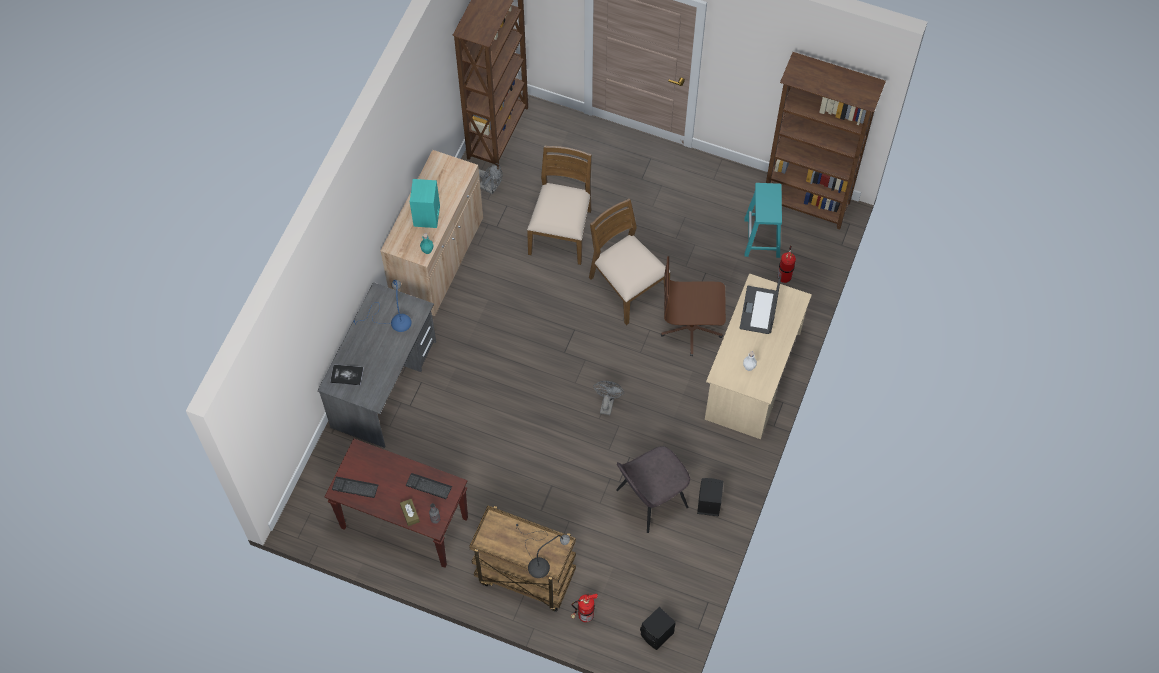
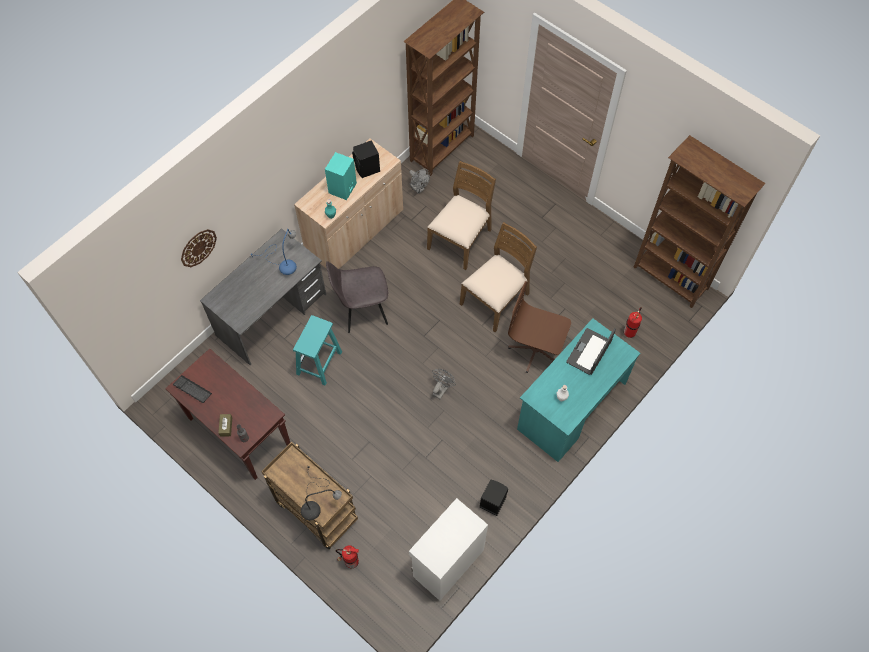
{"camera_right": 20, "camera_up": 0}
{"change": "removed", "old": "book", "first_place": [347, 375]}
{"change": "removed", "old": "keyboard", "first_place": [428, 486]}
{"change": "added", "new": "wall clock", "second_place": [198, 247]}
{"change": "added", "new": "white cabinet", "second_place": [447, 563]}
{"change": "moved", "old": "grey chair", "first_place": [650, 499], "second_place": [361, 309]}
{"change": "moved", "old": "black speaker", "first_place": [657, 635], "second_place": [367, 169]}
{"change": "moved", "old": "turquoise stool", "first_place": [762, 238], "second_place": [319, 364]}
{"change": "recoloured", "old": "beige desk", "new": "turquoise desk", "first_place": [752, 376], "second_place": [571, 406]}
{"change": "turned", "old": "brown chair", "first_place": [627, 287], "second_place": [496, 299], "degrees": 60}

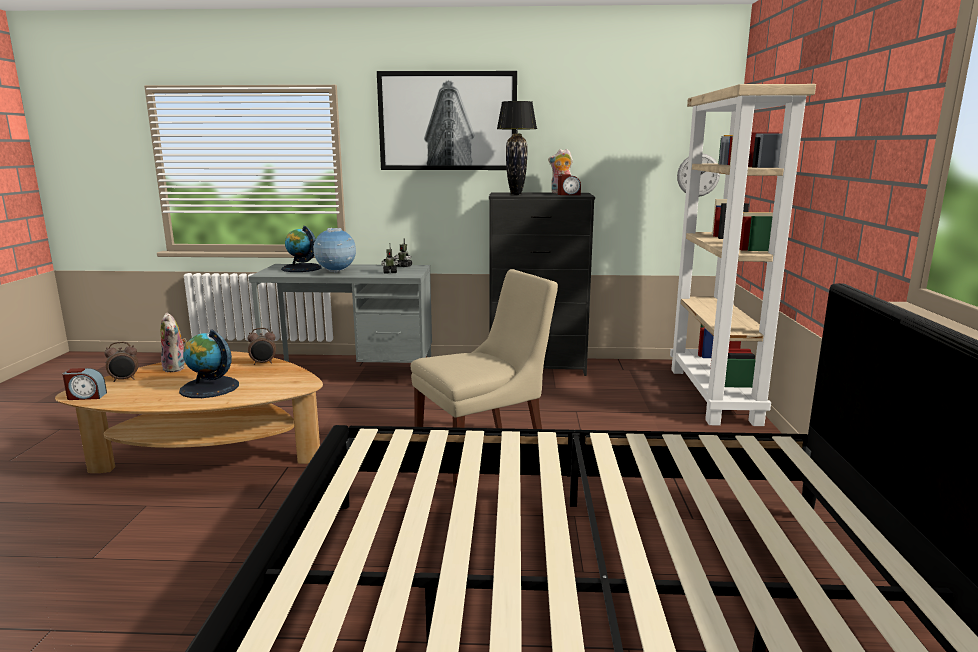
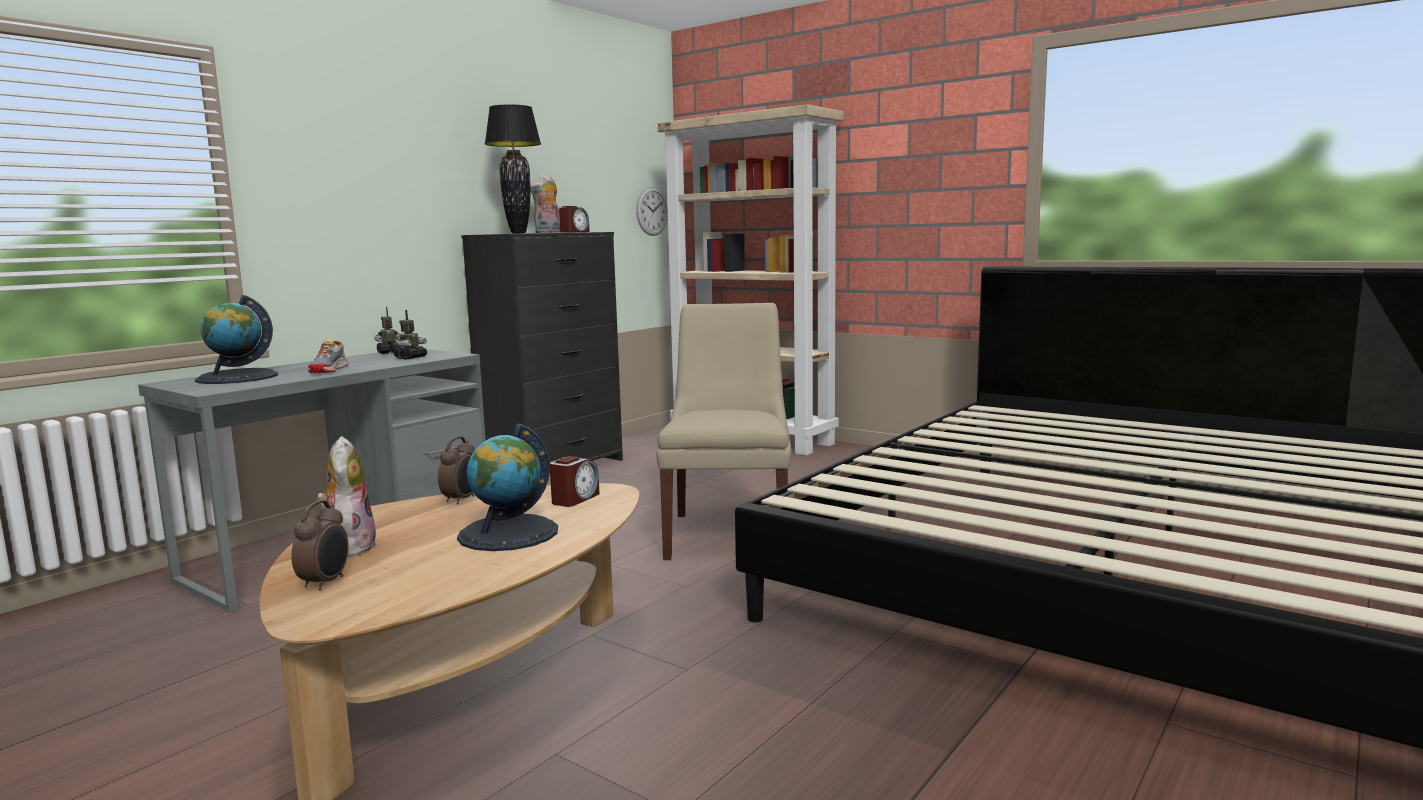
{"camera_right": -55, "camera_up": -5}
{"change": "removed", "old": "picture", "first_place": [448, 121]}
{"change": "moved", "old": "alarm clock", "first_place": [86, 396], "second_place": [575, 499]}
{"change": "replaced", "old": "globe", "new": "shoe", "first_place": [336, 272], "second_place": [329, 370]}
{"change": "turned", "old": "plush toy", "first_place": [176, 368], "second_place": [350, 546], "degrees": -105}

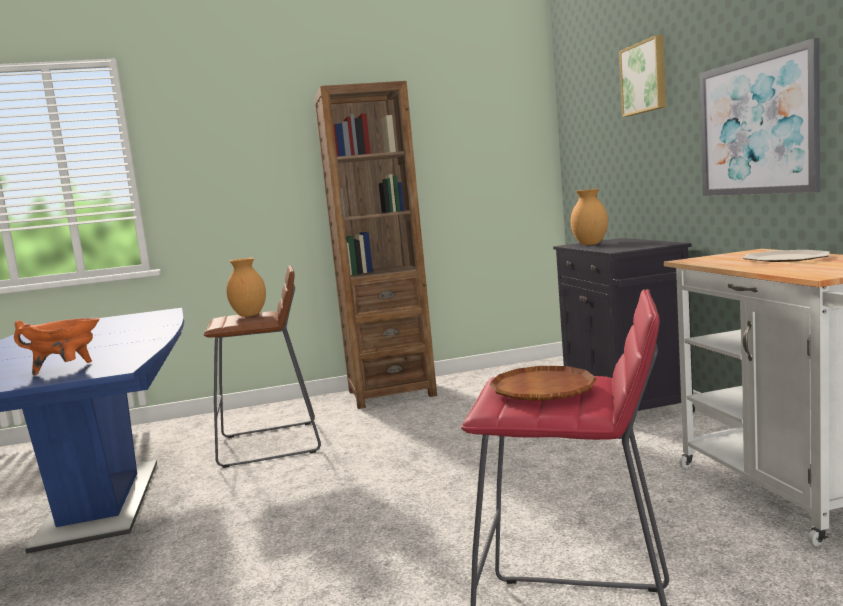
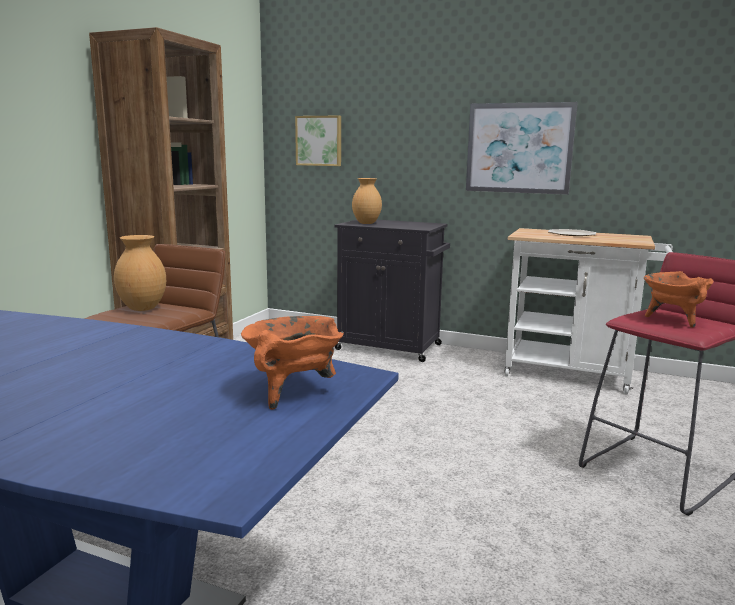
{"camera_right": -55, "camera_up": 5}
{"change": "moved", "old": "picture", "first_place": [645, 77], "second_place": [319, 141]}
{"change": "replaced", "old": "brown plate", "new": "orange cooking pot", "first_place": [543, 391], "second_place": [673, 320]}

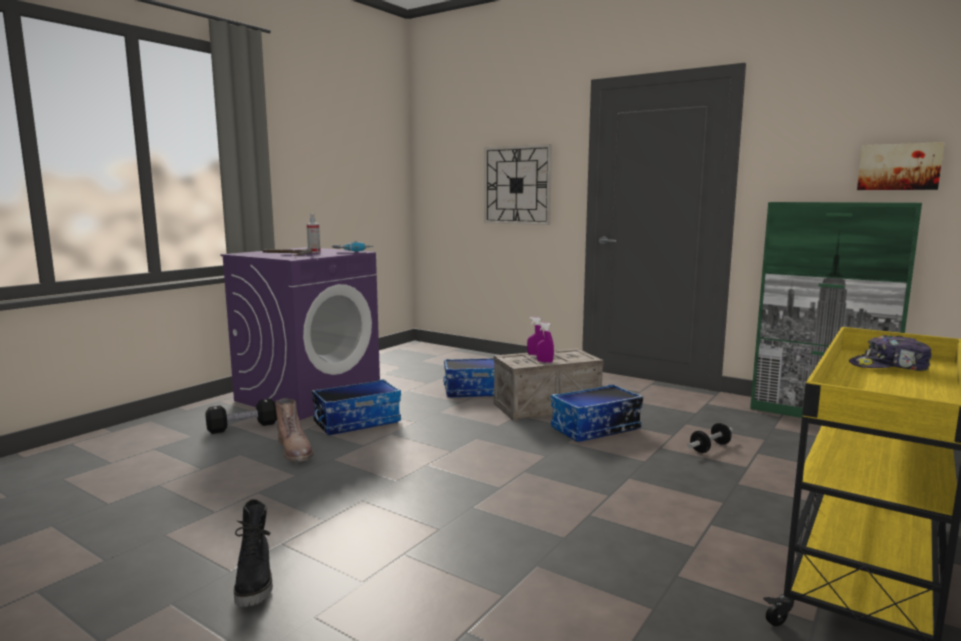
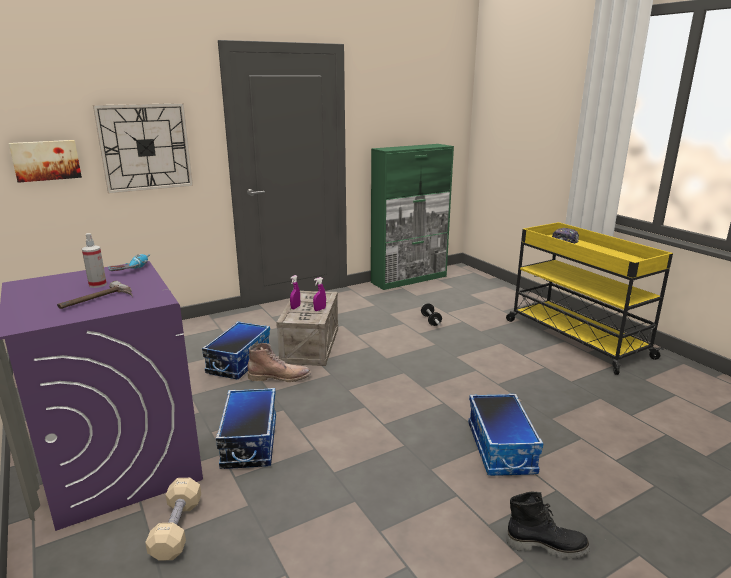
{"camera_right": -65, "camera_up": 10}
{"change": "moved", "old": "brown boot", "first_place": [296, 451], "second_place": [280, 377]}
{"change": "moved", "old": "storage box", "first_place": [595, 429], "second_place": [502, 448]}
{"change": "moved", "old": "picture", "first_place": [899, 167], "second_place": [46, 160]}
{"change": "recoloured", "old": "black dumbbell", "new": "beige dumbbell", "first_place": [242, 427], "second_place": [177, 529]}

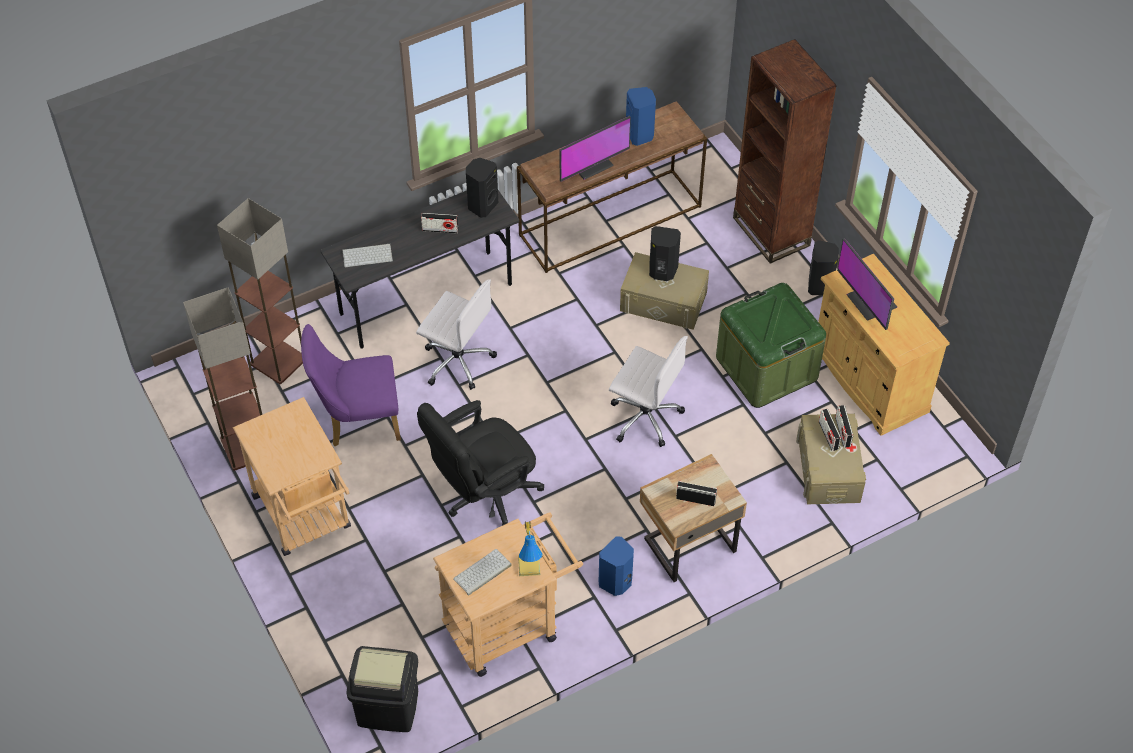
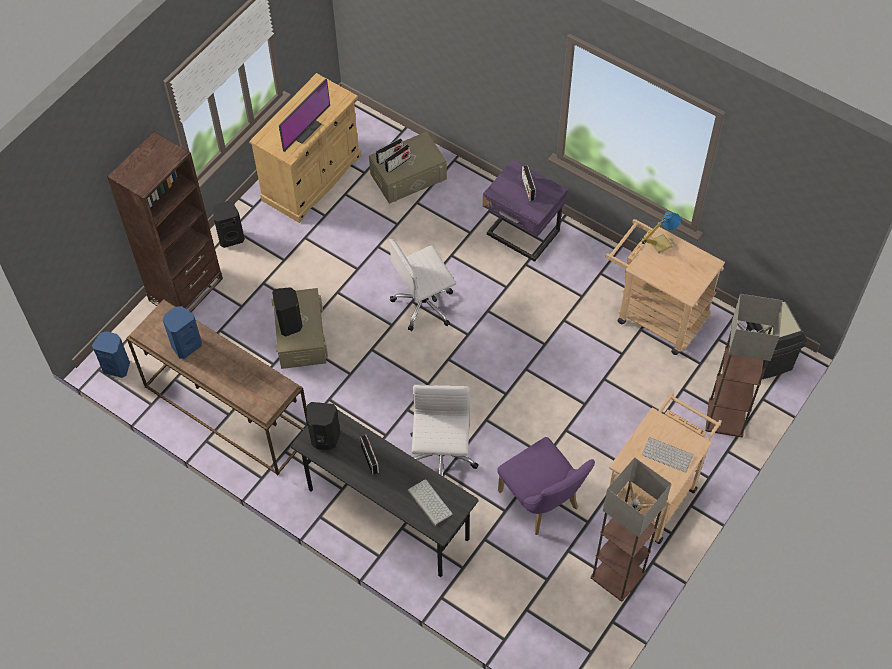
{"camera_right": -115, "camera_up": 5}
{"change": "removed", "old": "black office chair", "first_place": [483, 495]}
{"change": "removed", "old": "monitor", "first_place": [590, 163]}
{"change": "removed", "old": "green storage box", "first_place": [766, 368]}
{"change": "moved", "old": "floor lamp", "first_place": [277, 361], "second_place": [726, 418]}
{"change": "moved", "old": "keyboard", "first_place": [482, 573], "second_place": [668, 454]}
{"change": "moved", "old": "blue speaker", "first_place": [616, 582], "second_place": [117, 366]}
{"change": "recoloured", "old": "beige nightstand", "new": "purple nightstand", "first_place": [688, 544], "second_place": [522, 235]}
{"change": "turned", "old": "white office chair", "first_place": [644, 416], "second_place": [424, 304], "degrees": -120}

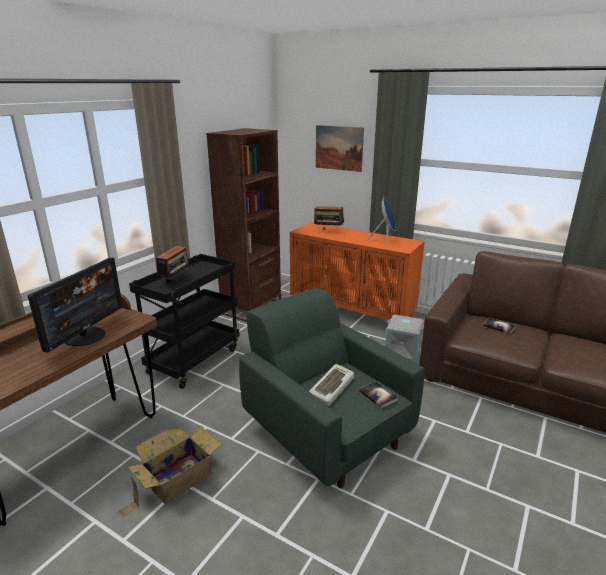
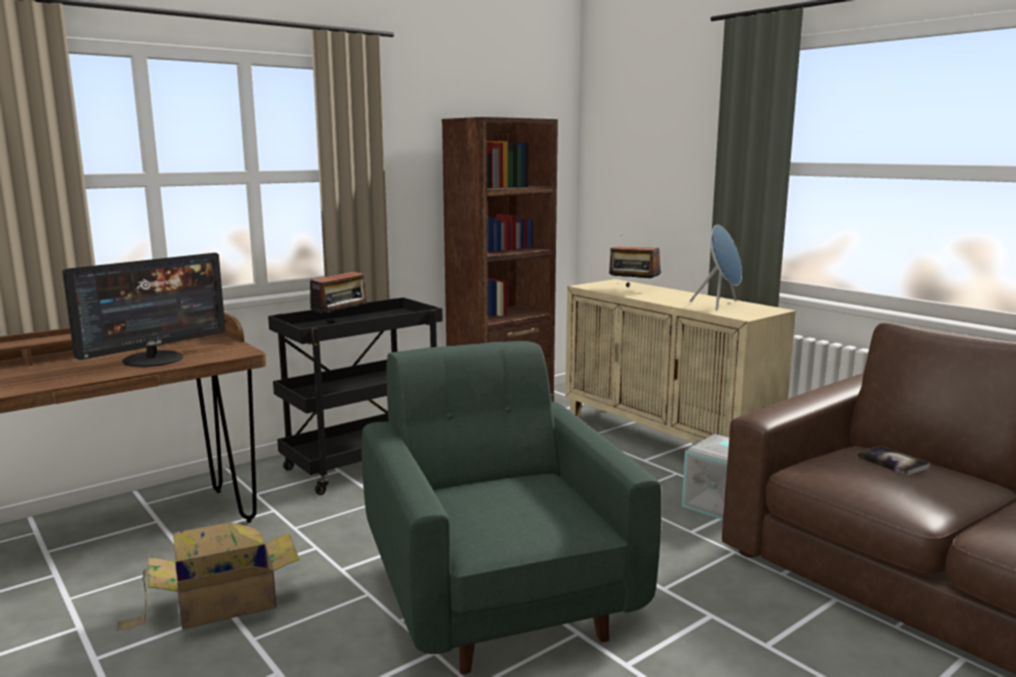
{"camera_right": 20, "camera_up": -10}
{"change": "removed", "old": "keyboard", "first_place": [331, 388]}
{"change": "removed", "old": "picture", "first_place": [339, 148]}
{"change": "removed", "old": "book", "first_place": [378, 395]}
{"change": "recoloured", "old": "orange cabinet", "new": "beige cabinet", "first_place": [352, 313], "second_place": [667, 440]}

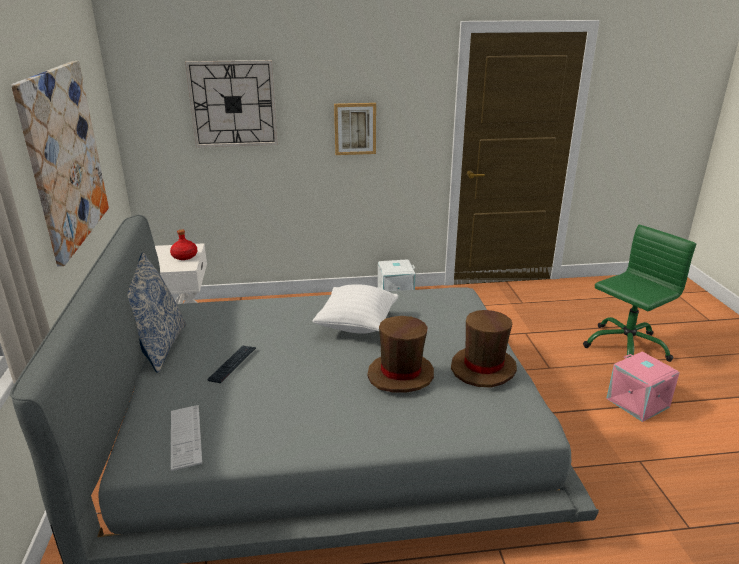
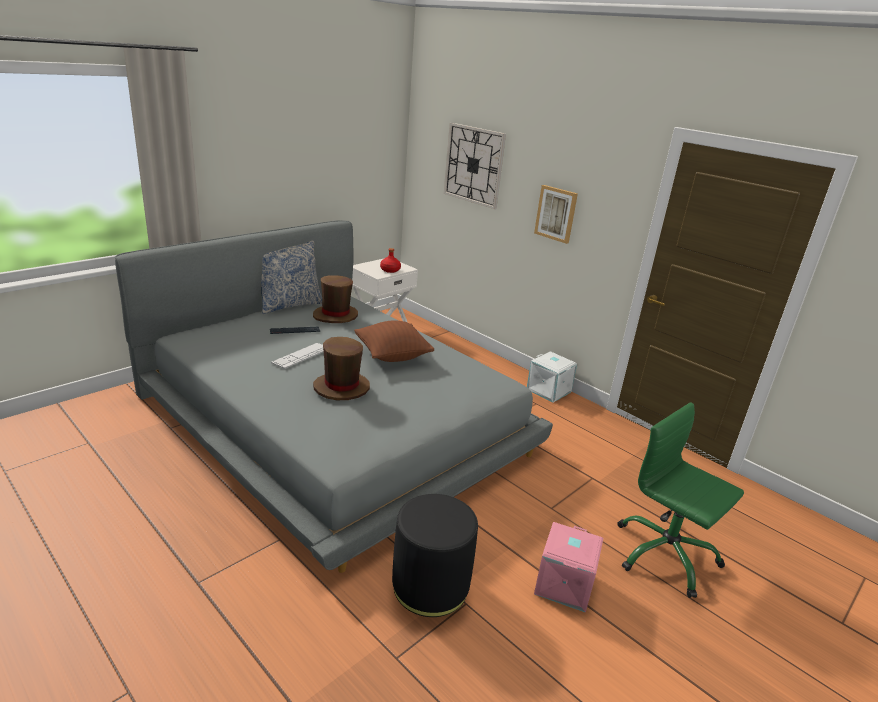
{"camera_right": 50, "camera_up": 0}
{"change": "removed", "old": "picture", "first_place": [64, 157]}
{"change": "added", "new": "black ottoman", "second_place": [430, 586]}
{"change": "moved", "old": "keyboard", "first_place": [185, 437], "second_place": [301, 356]}
{"change": "moved", "old": "brown hat", "first_place": [483, 368], "second_place": [335, 315]}
{"change": "recoloured", "old": "white pillow", "new": "brown pillow", "first_place": [357, 325], "second_place": [392, 356]}
{"change": "turned", "old": "green office chair", "first_place": [625, 346], "second_place": [665, 555], "degrees": -150}

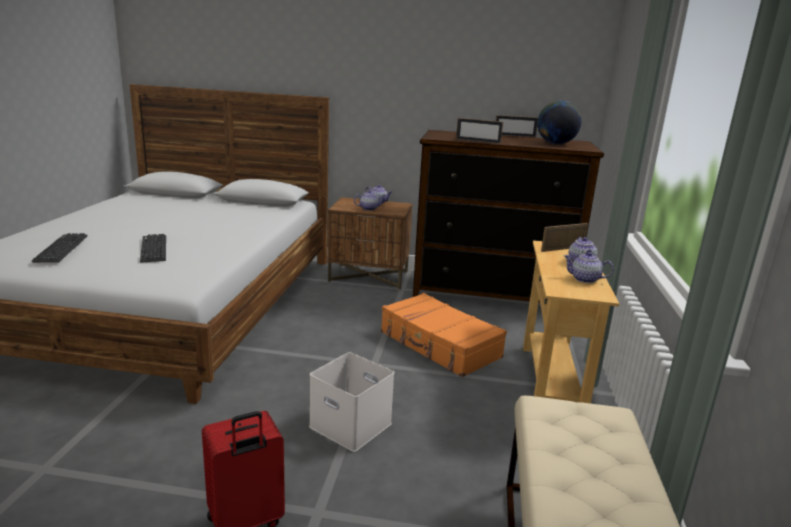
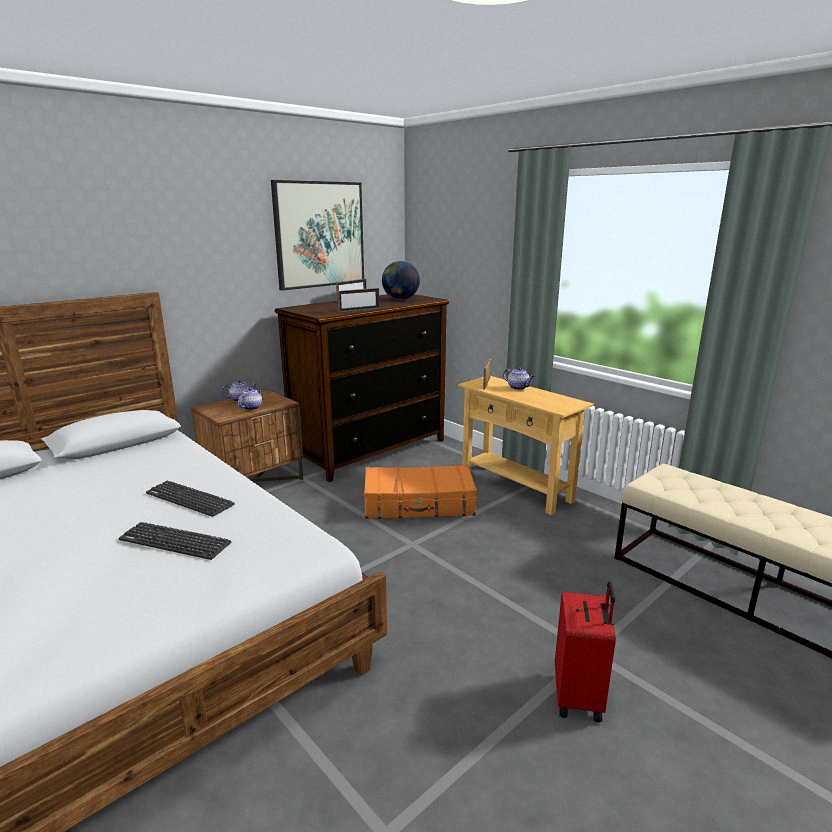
{"camera_right": -50, "camera_up": 0}
{"change": "removed", "old": "white storage box", "first_place": [352, 425]}
{"change": "removed", "old": "teapot", "first_place": [585, 279]}
{"change": "added", "new": "picture", "second_place": [319, 234]}
{"change": "moved", "old": "keyboard", "first_place": [61, 248], "second_place": [189, 499]}

